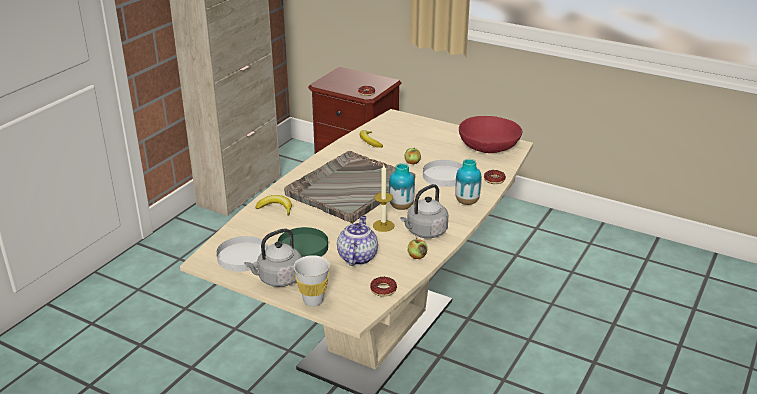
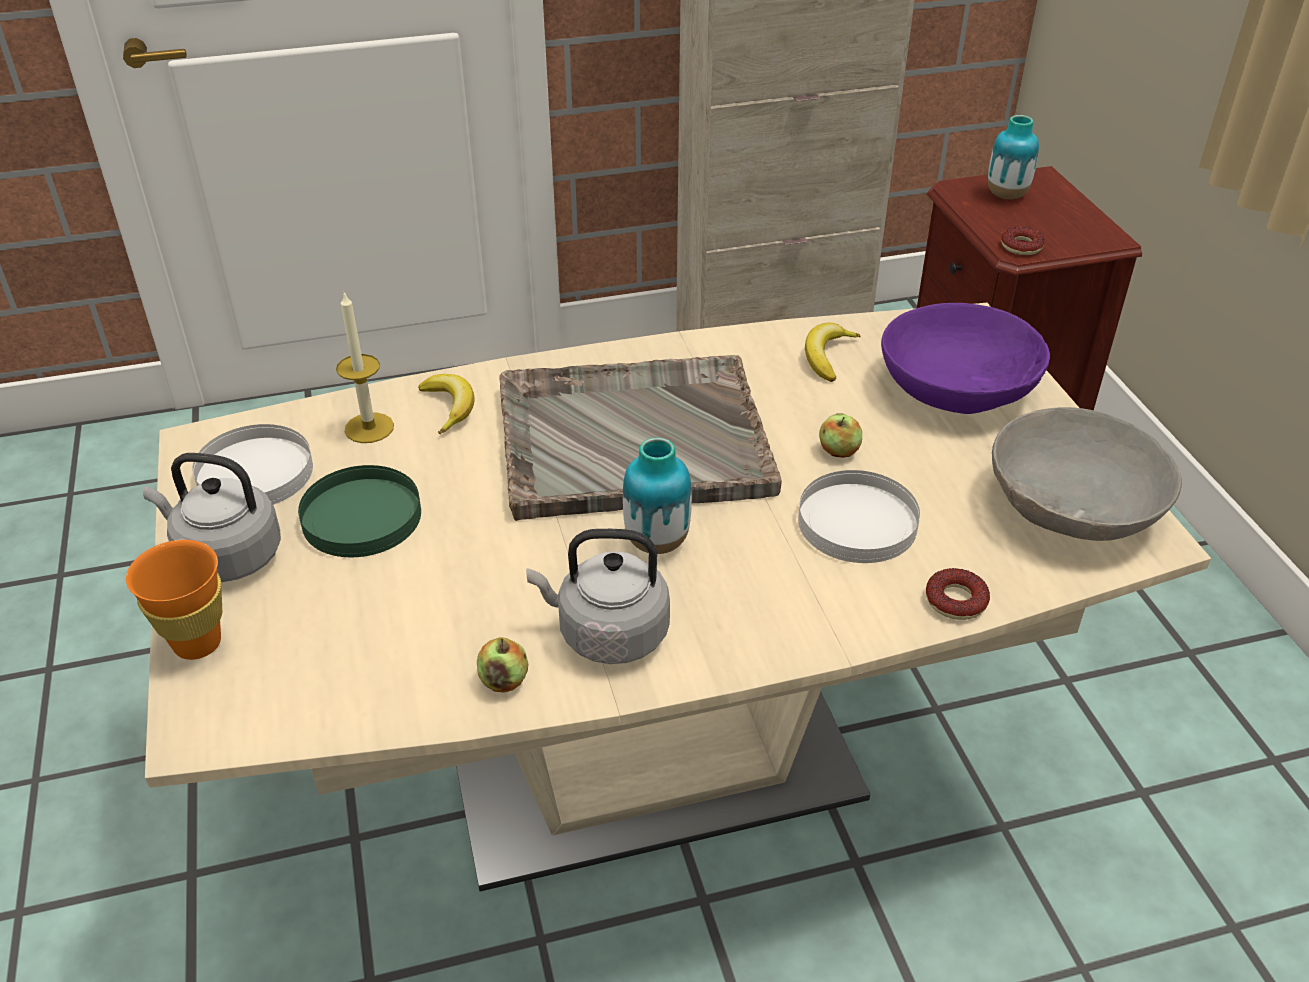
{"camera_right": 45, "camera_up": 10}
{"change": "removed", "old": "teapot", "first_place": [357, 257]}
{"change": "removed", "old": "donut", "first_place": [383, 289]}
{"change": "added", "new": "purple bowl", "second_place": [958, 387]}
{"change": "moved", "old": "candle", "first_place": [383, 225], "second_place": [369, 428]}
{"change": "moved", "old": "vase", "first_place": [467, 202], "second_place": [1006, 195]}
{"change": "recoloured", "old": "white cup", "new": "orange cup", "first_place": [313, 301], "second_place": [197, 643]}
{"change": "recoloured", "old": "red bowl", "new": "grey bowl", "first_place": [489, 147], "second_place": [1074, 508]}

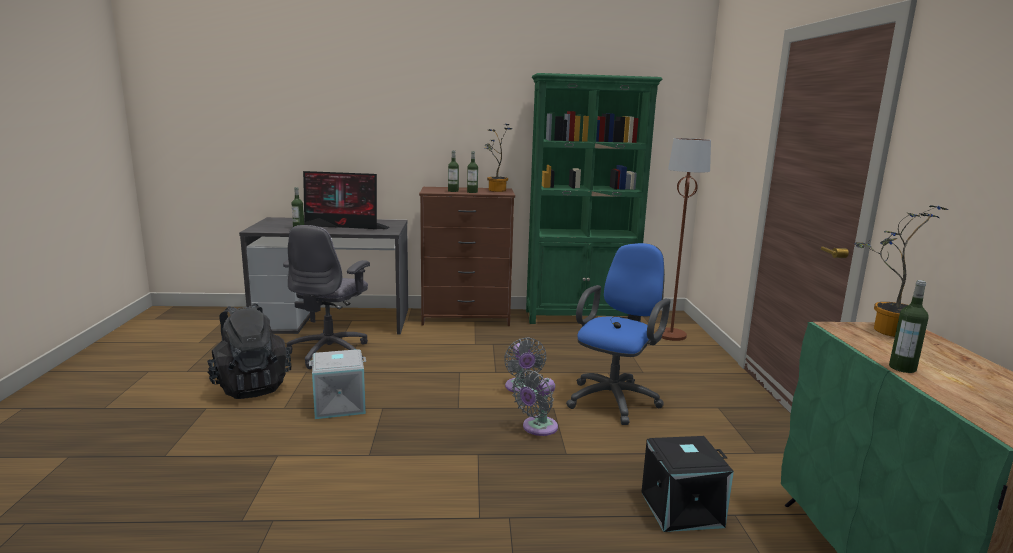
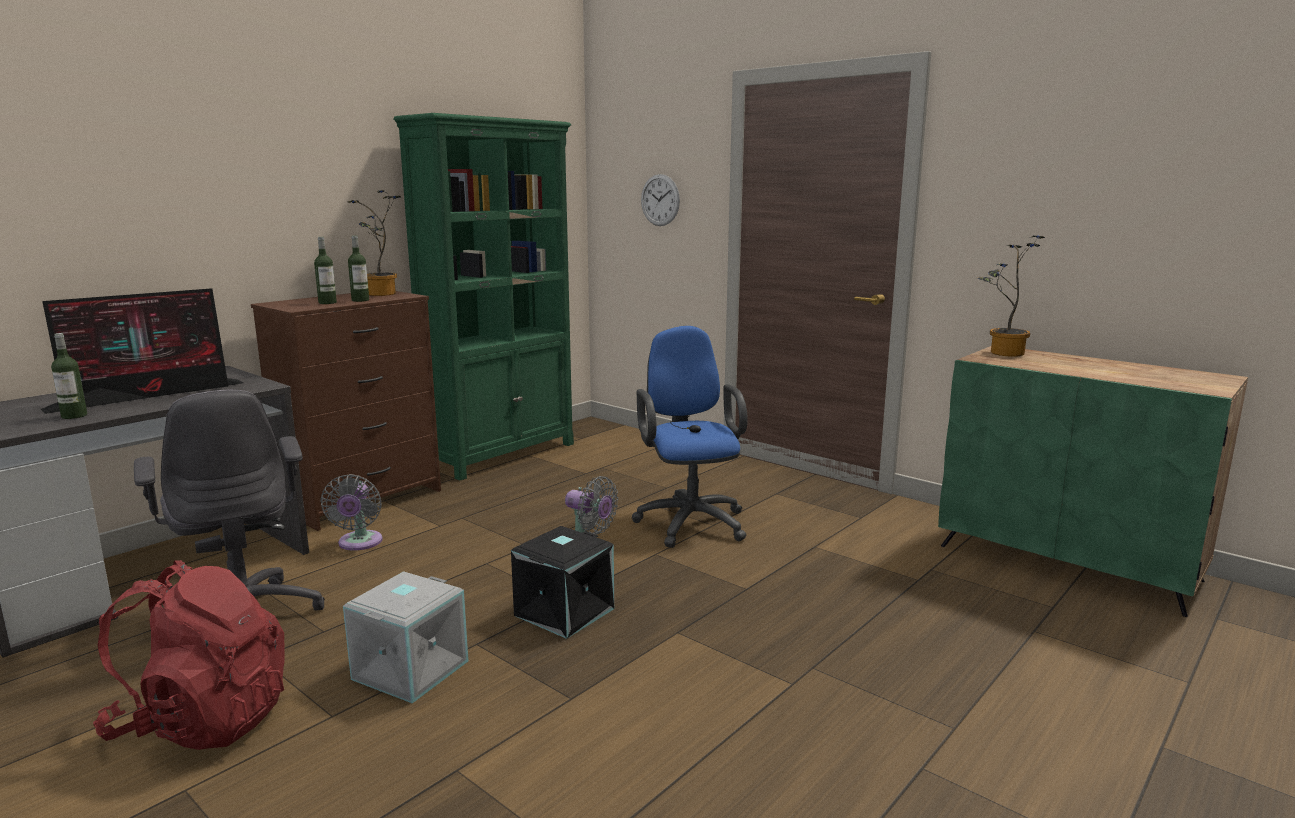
{"camera_right": -45, "camera_up": 0}
{"change": "removed", "old": "brown floor lamp", "first_place": [671, 335]}
{"change": "removed", "old": "bottle", "first_place": [902, 368]}
{"change": "added", "new": "wall clock", "second_place": [660, 200]}
{"change": "moved", "old": "grey fan", "first_place": [537, 428], "second_place": [359, 543]}
{"change": "moved", "old": "black storage box", "first_place": [681, 508], "second_place": [563, 611]}
{"change": "recoloured", "old": "black backpack", "new": "red backpack", "first_place": [251, 386], "second_place": [203, 721]}

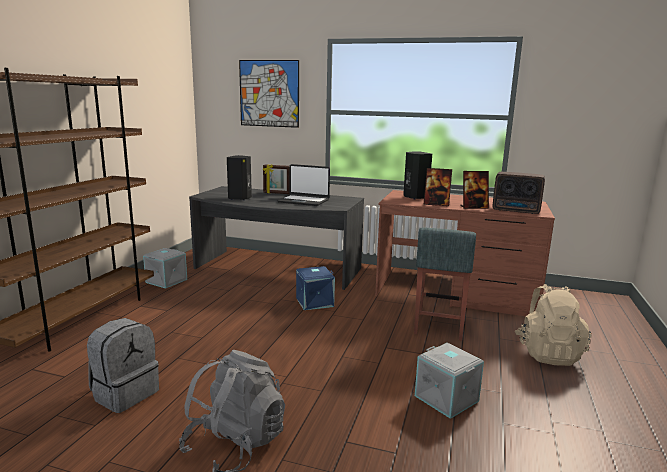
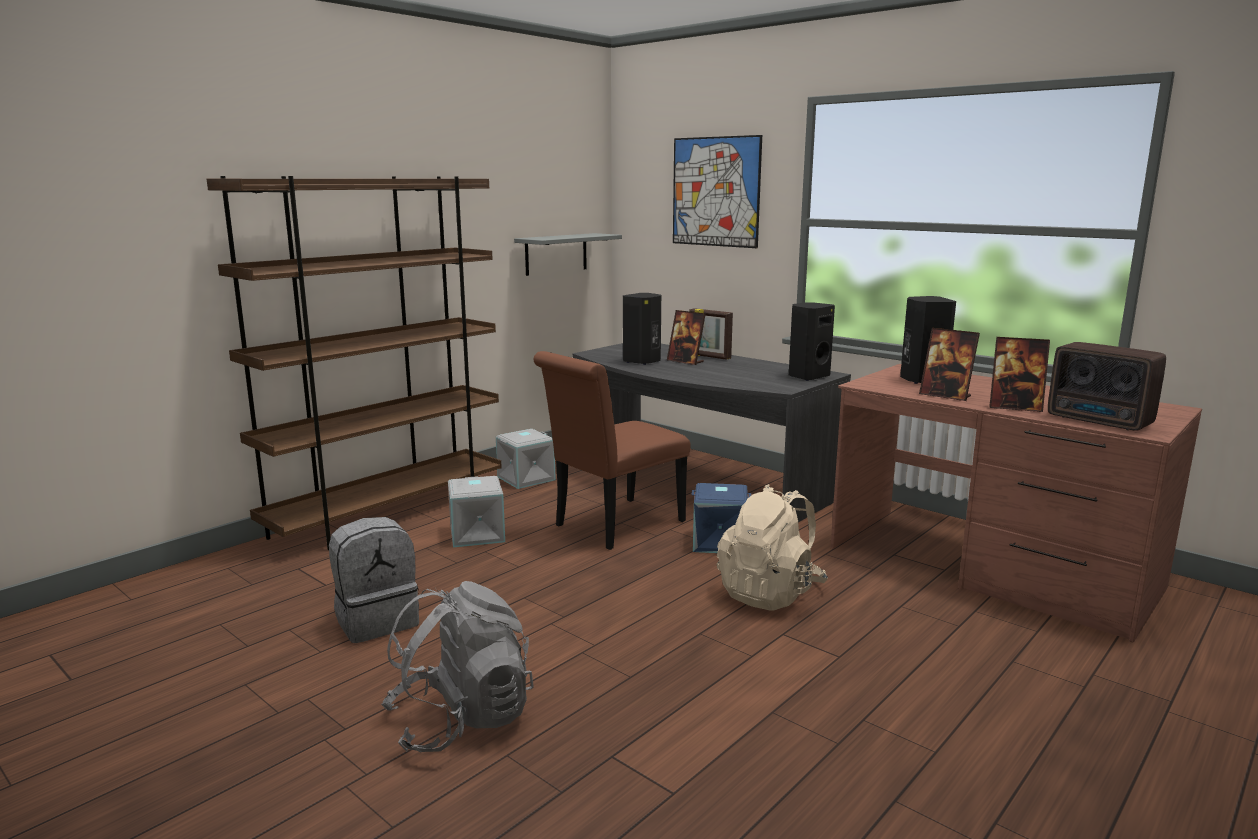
{"camera_right": 25, "camera_up": 0}
{"change": "removed", "old": "laptop", "first_place": [303, 201]}
{"change": "removed", "old": "grey stool", "first_place": [438, 326]}
{"change": "added", "new": "grey shelf", "second_place": [556, 254]}
{"change": "added", "new": "brown chair", "second_place": [613, 526]}
{"change": "added", "new": "picture frame", "second_place": [685, 361]}
{"change": "added", "new": "black speaker", "second_place": [807, 376]}
{"change": "moved", "old": "grey storage box", "first_place": [447, 398], "second_place": [478, 534]}
{"change": "moved", "old": "beige backpack", "first_place": [548, 353], "second_place": [770, 593]}

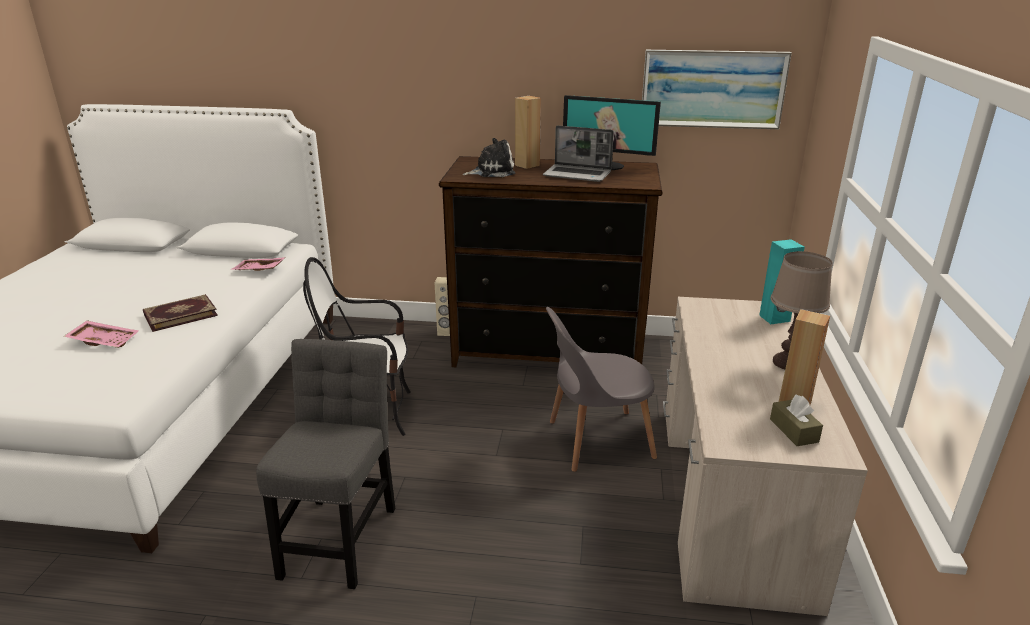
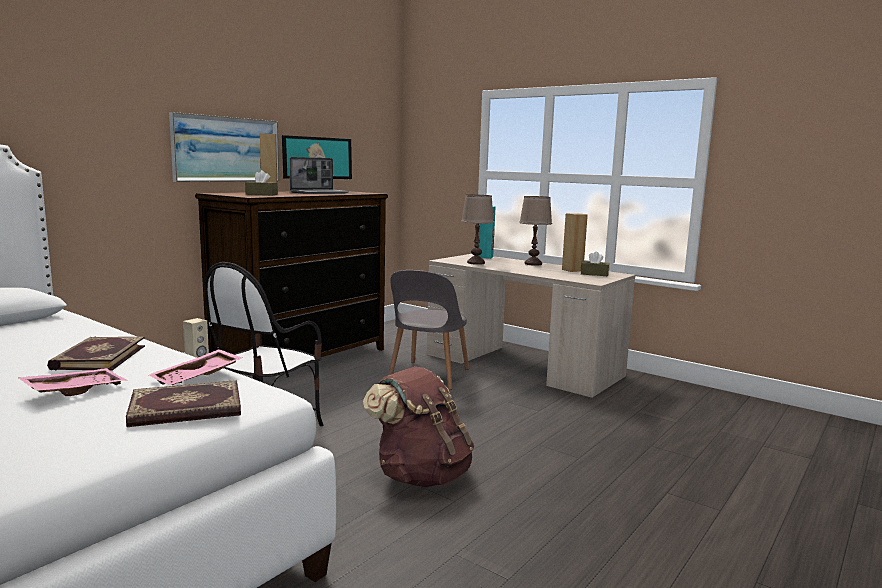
{"camera_right": -60, "camera_up": -15}
{"change": "added", "new": "book", "second_place": [186, 409]}
{"change": "added", "new": "brown table lamp", "second_place": [476, 263]}
{"change": "moved", "old": "pink tray", "first_place": [259, 270], "second_place": [197, 378]}
{"change": "moved", "old": "picture", "first_place": [712, 89], "second_place": [226, 149]}
{"change": "replaced", "old": "grey chair", "new": "brown backpack", "first_place": [340, 536], "second_place": [421, 475]}
{"change": "replaced", "old": "plush toy", "new": "brown tissue box", "first_place": [492, 171], "second_place": [261, 194]}

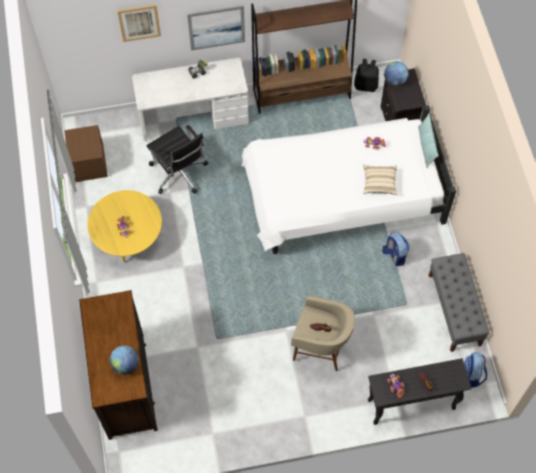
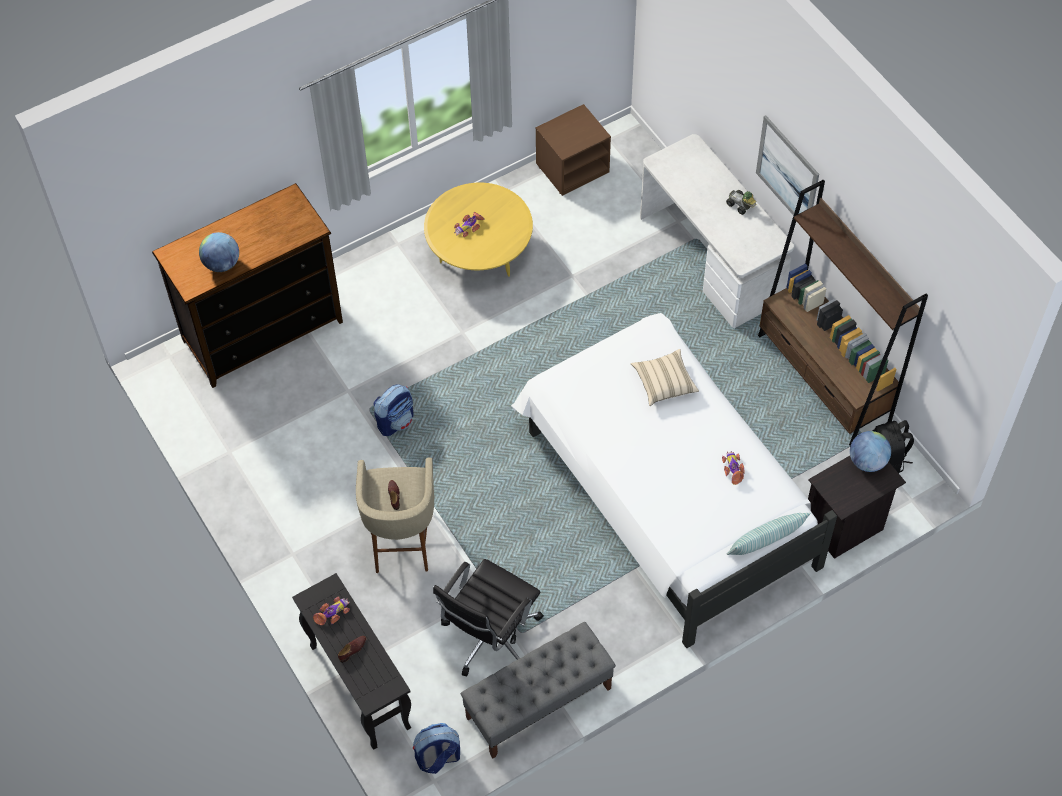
{"camera_right": 70, "camera_up": -5}
{"change": "removed", "old": "picture", "first_place": [139, 23]}
{"change": "moved", "old": "black office chair", "first_place": [179, 174], "second_place": [490, 637]}
{"change": "moved", "old": "beige pillow", "first_place": [379, 183], "second_place": [664, 383]}
{"change": "moved", "old": "backpack", "first_place": [394, 255], "second_place": [395, 421]}

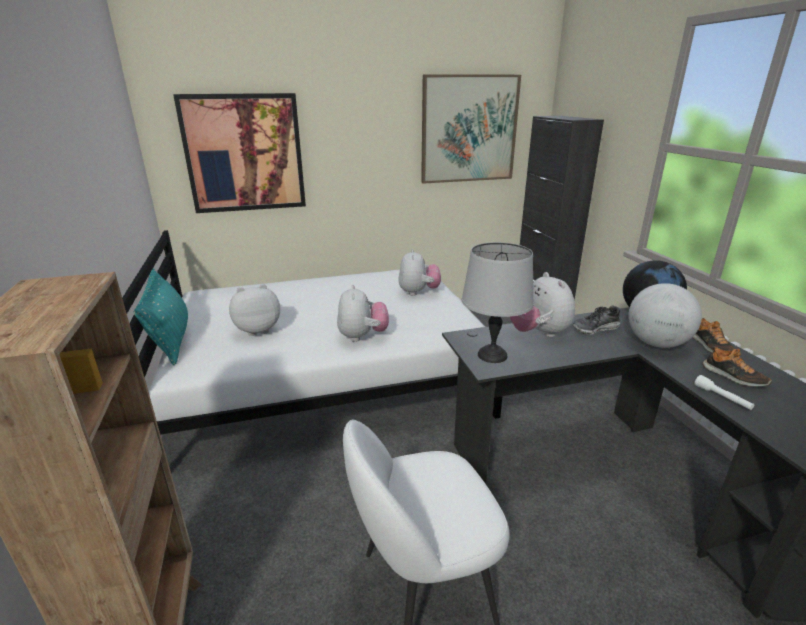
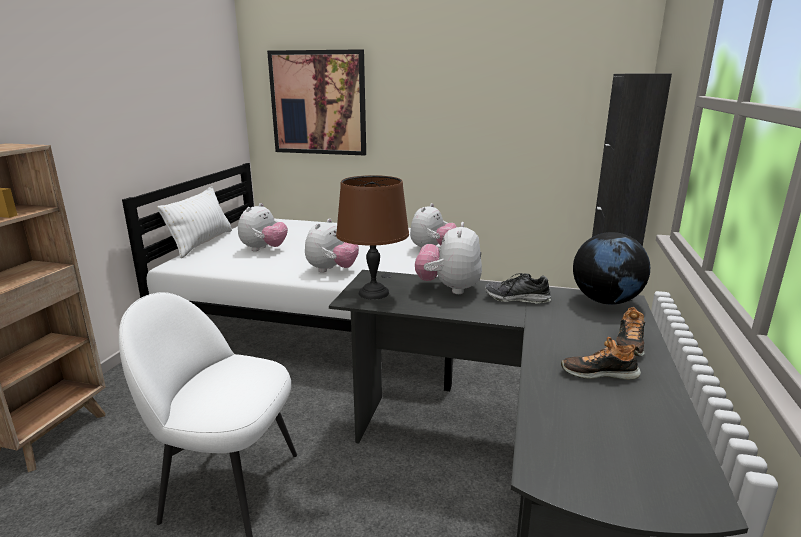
{"camera_right": 30, "camera_up": -5}
{"change": "removed", "old": "picture", "first_place": [469, 129]}
{"change": "removed", "old": "globe", "first_place": [656, 343]}
{"change": "removed", "old": "white flashlight", "first_place": [722, 398]}
{"change": "recoloured", "old": "turquoise pillow", "new": "white pillow", "first_place": [170, 339], "second_place": [202, 243]}
{"change": "recoloured", "old": "grey table lamp", "new": "brown table lamp", "first_place": [492, 355], "second_place": [374, 293]}
{"change": "turned", "old": "plush toy", "first_place": [258, 329], "second_place": [264, 249], "degrees": 105}
{"change": "turned", "old": "shoe", "first_place": [733, 377], "second_place": [599, 373], "degrees": 105}

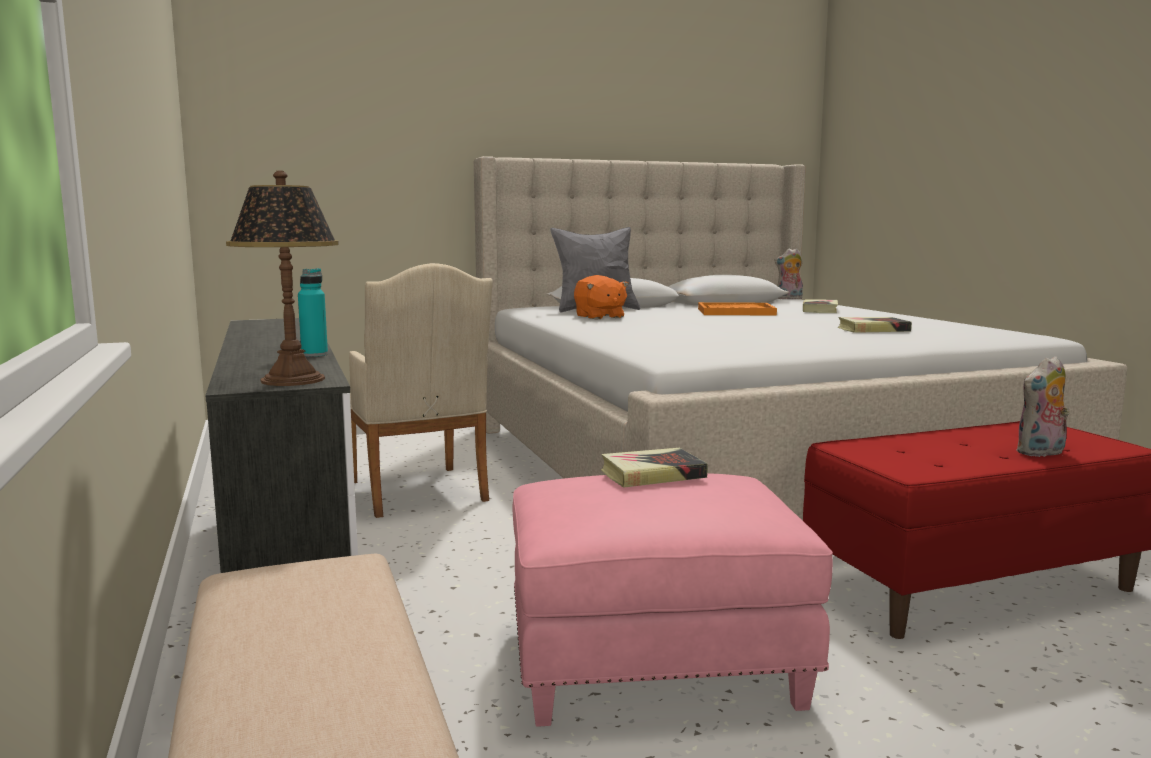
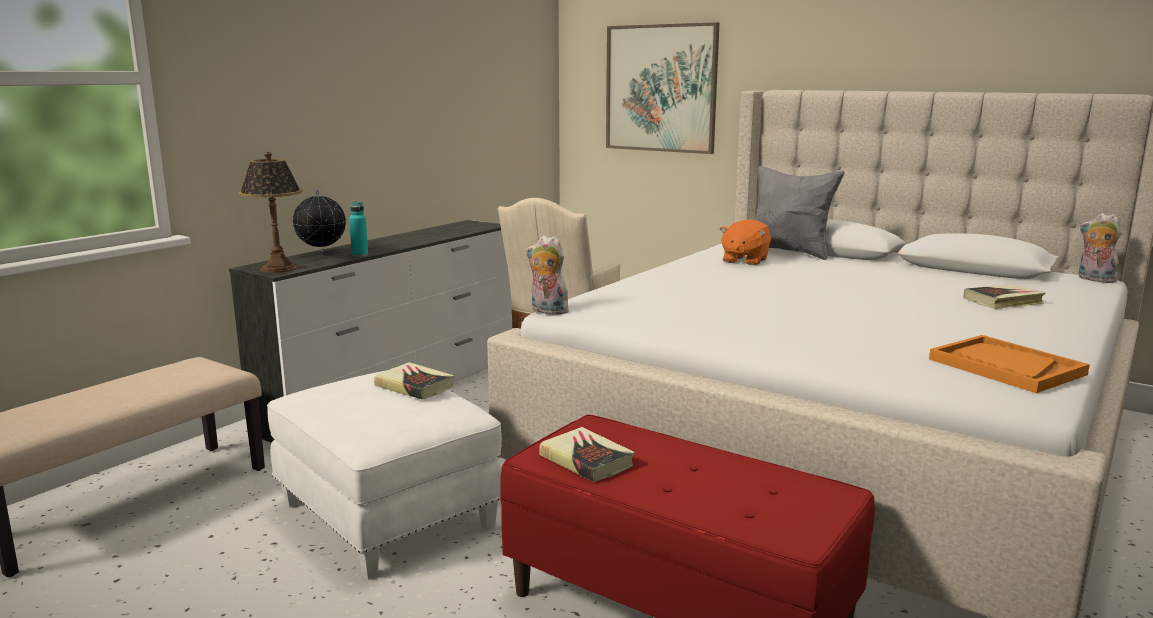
{"camera_right": 55, "camera_up": 5}
{"change": "added", "new": "globe", "second_place": [322, 253]}
{"change": "added", "new": "picture", "second_place": [661, 88]}
{"change": "moved", "old": "orange tray", "first_place": [735, 312], "second_place": [1005, 367]}
{"change": "moved", "old": "book", "first_place": [873, 330], "second_place": [586, 460]}
{"change": "moved", "old": "plush toy", "first_place": [1041, 453], "second_place": [547, 311]}
{"change": "recoloured", "old": "pink ottoman", "new": "white ottoman", "first_place": [652, 665], "second_place": [385, 515]}

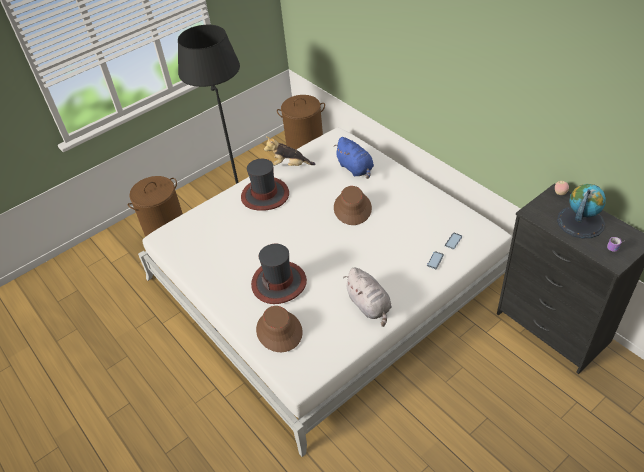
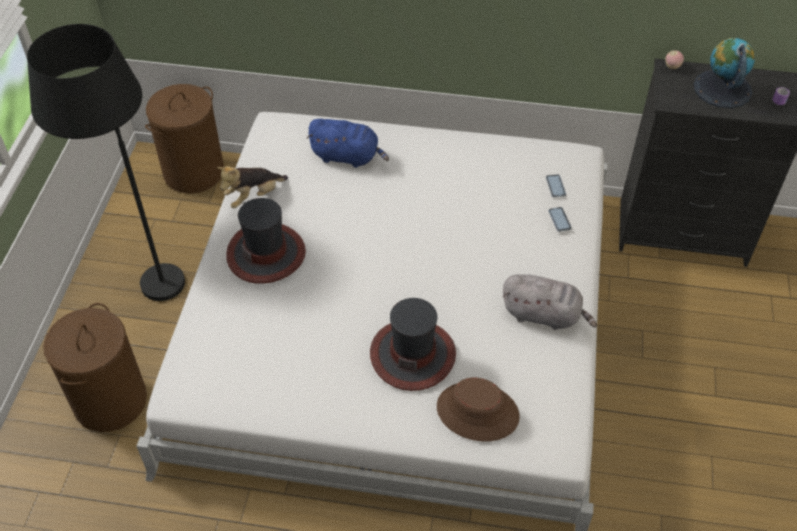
{"camera_right": -45, "camera_up": 5}
{"change": "removed", "old": "brown hat", "first_place": [352, 208]}

